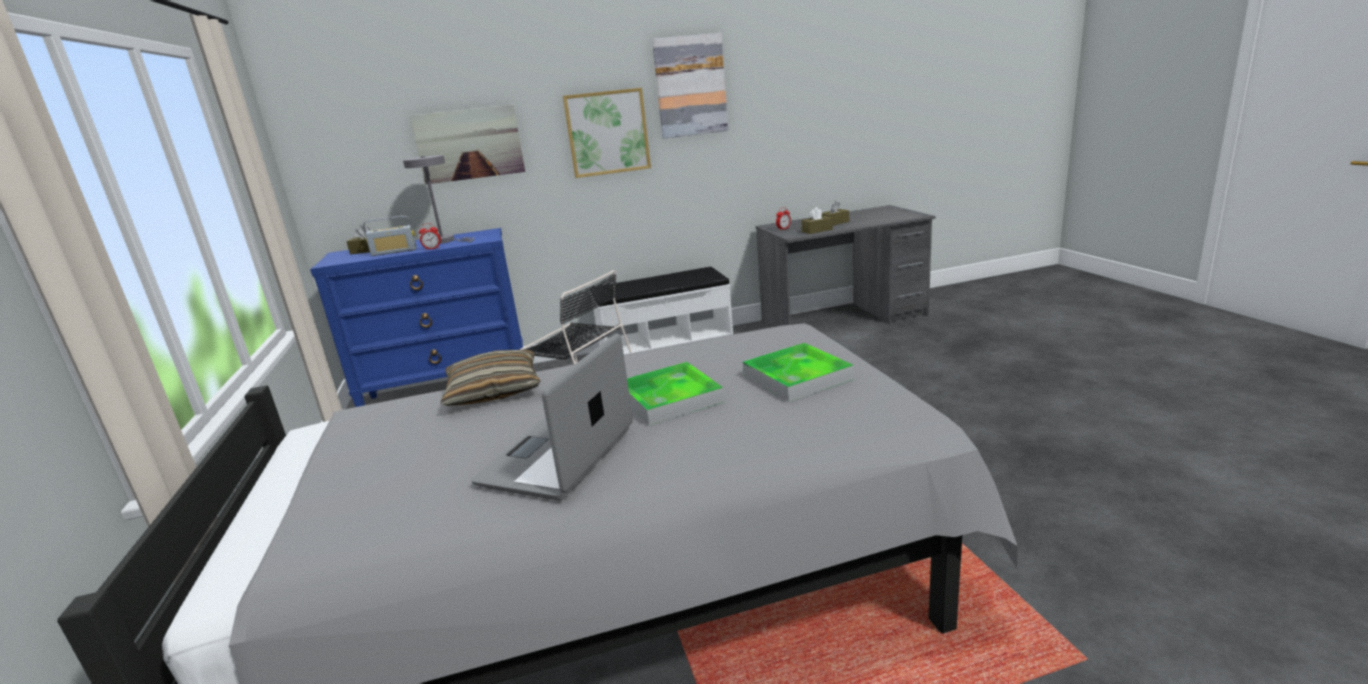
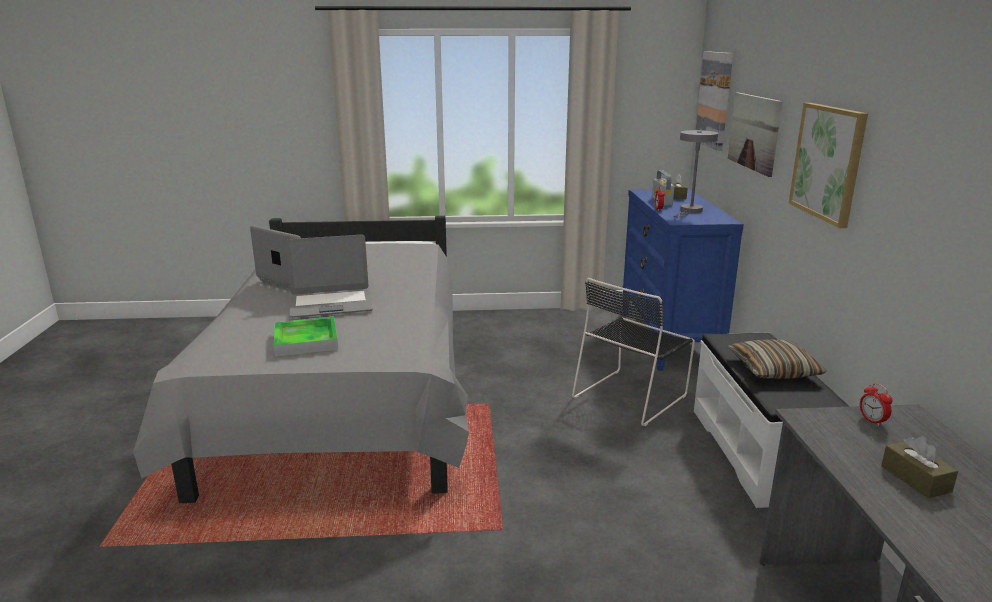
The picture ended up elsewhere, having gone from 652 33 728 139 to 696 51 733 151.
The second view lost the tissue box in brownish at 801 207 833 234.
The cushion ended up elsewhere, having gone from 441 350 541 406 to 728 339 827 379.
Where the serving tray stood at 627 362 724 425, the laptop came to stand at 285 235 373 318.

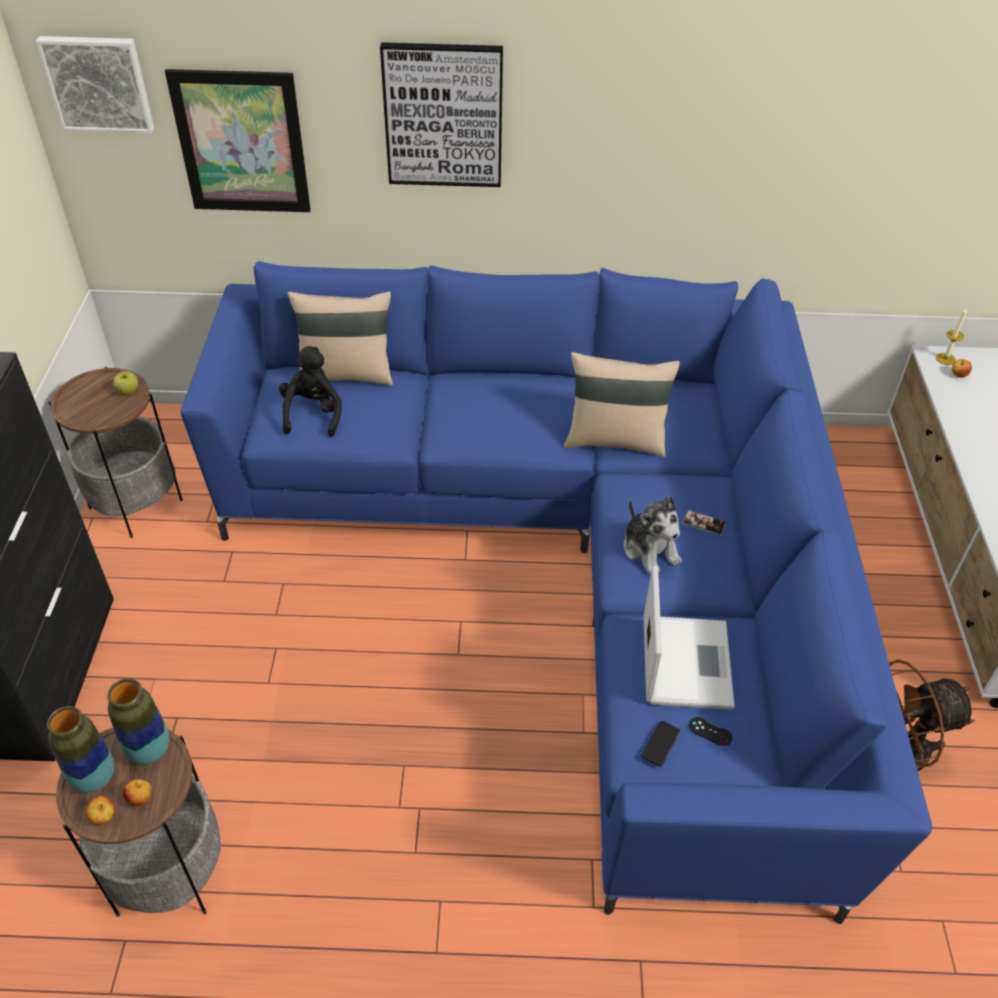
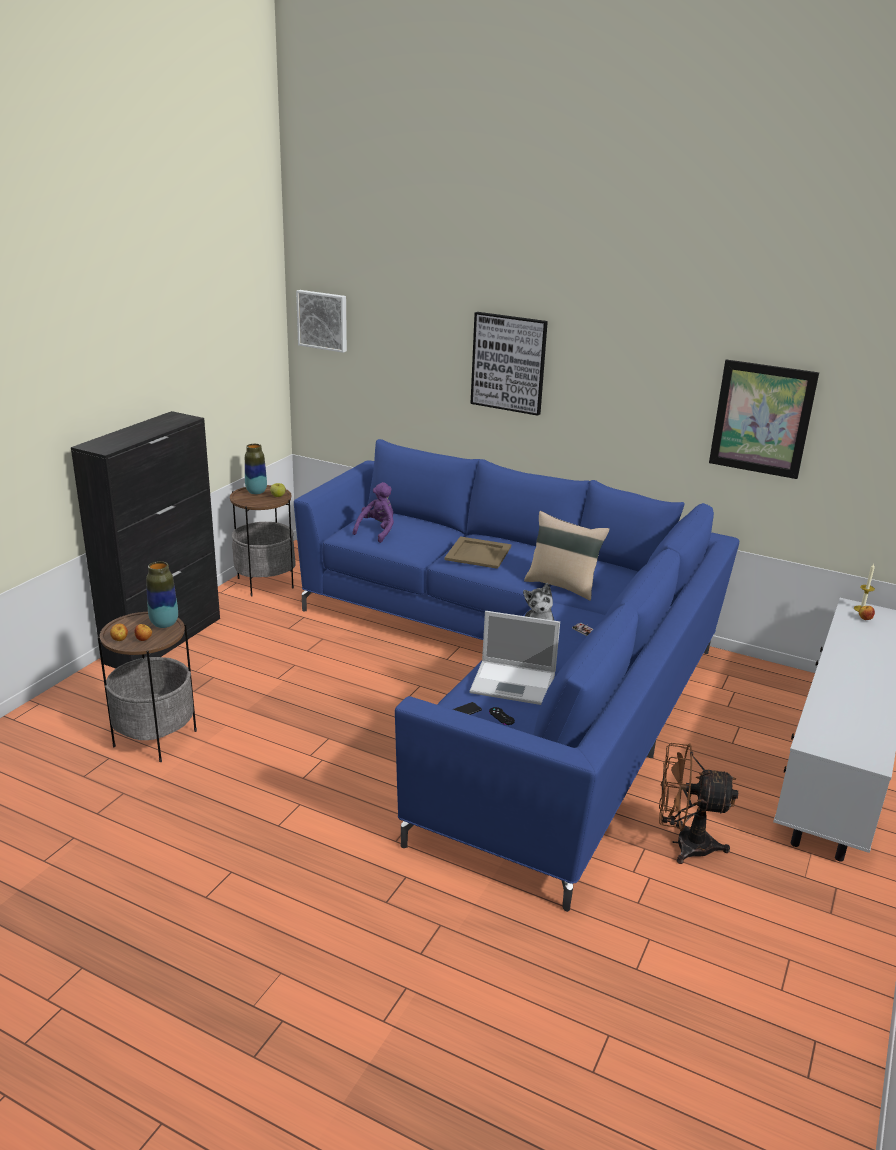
The picture ended up elsewhere, having gone from 165 69 311 212 to 709 359 819 479.
The second view lost the cushion in sand-coloured at 288 291 393 386.
What was the plush toy in blackish at 279 346 342 437 turned into the plush toy in purplish at 353 482 394 543.
The laptop at 643 566 735 710 ended up facing another way, 75 degrees clockwise from before.
The vase ended up elsewhere, having gone from 47 706 114 793 to 245 444 267 494.
The second view gained the serving tray in sand-coloured at 444 537 511 569.

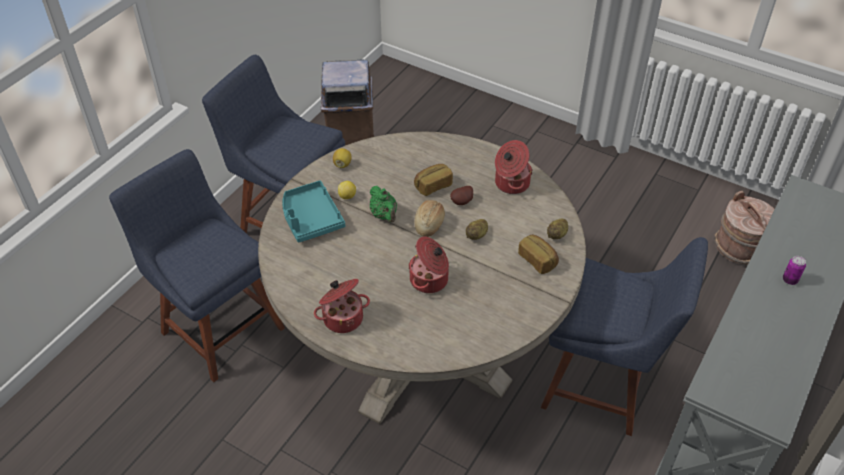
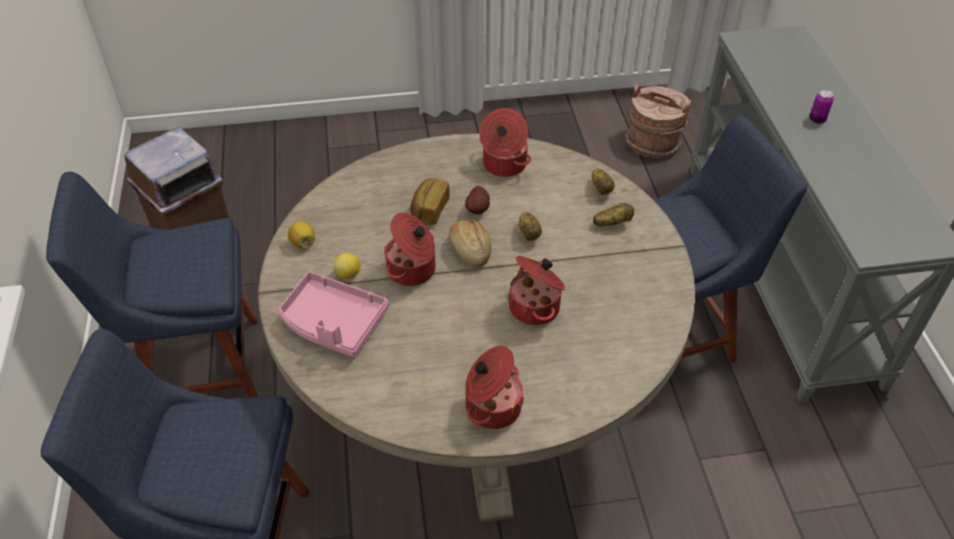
What was the serving tray in turquoise-coloured at 282 180 345 243 turned into the serving tray in pink at 278 271 389 357.
Where the pot for tea in green stood at 370 186 397 222, the cooking pot came to stand at 385 213 436 286.
Where the bakery bread stood at 518 235 559 274, the potato came to stand at 593 203 634 227.

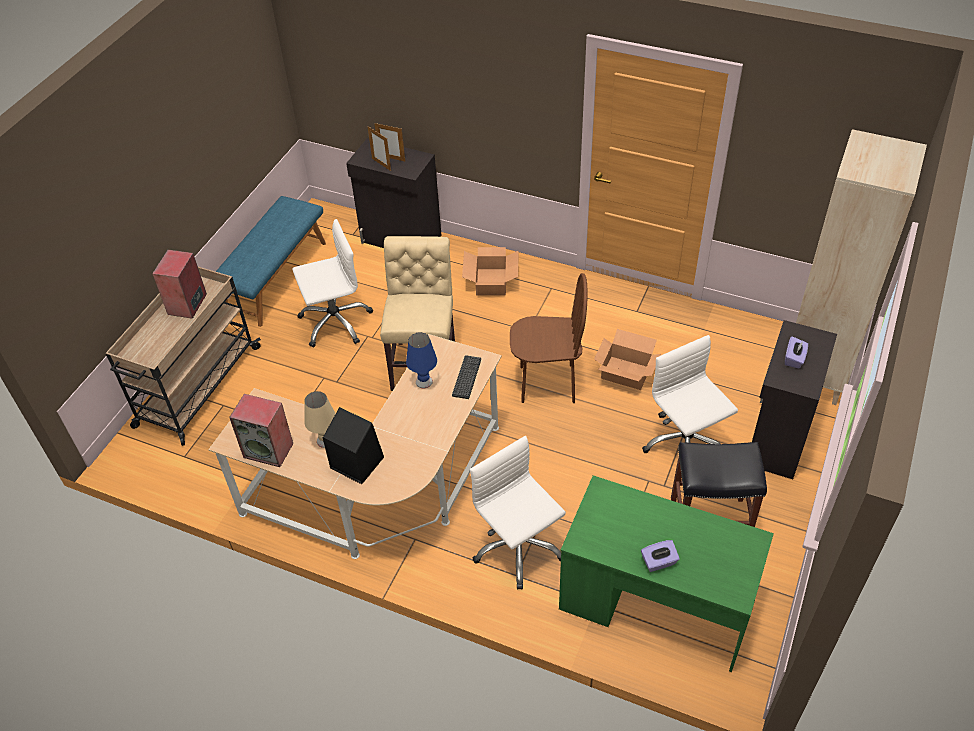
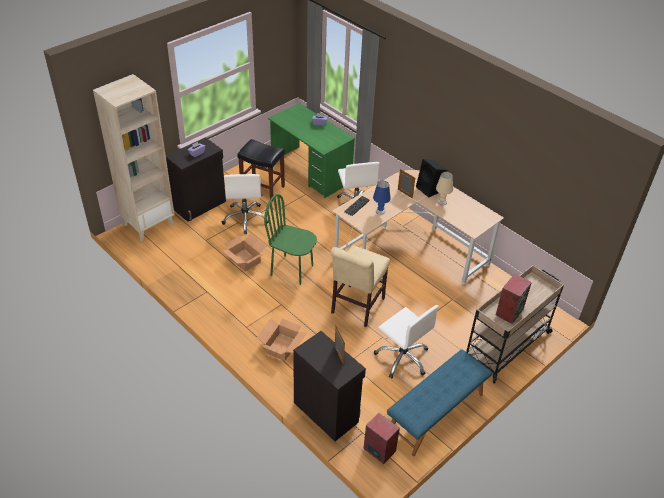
The photo frame ended up elsewhere, having gone from 374 123 405 161 to 398 169 415 199.
The office chair in white-coloured at 292 219 373 348 ended up facing another way, 135 degrees counterclockwise from before.
What was the chair in brownish at 510 273 588 403 turned into the chair in green at 264 194 317 285.
The audio speaker ended up elsewhere, having gone from 229 394 293 467 to 363 413 400 464.

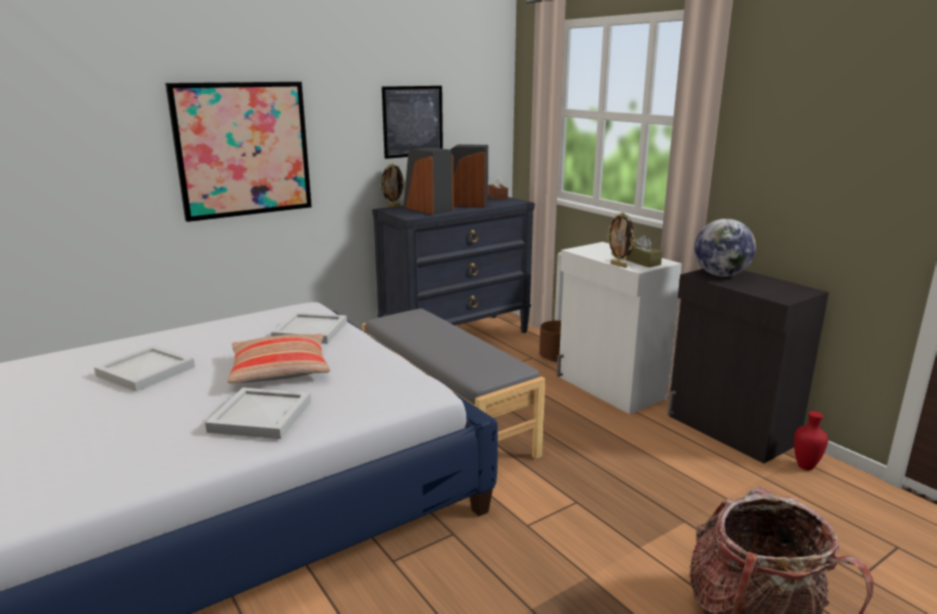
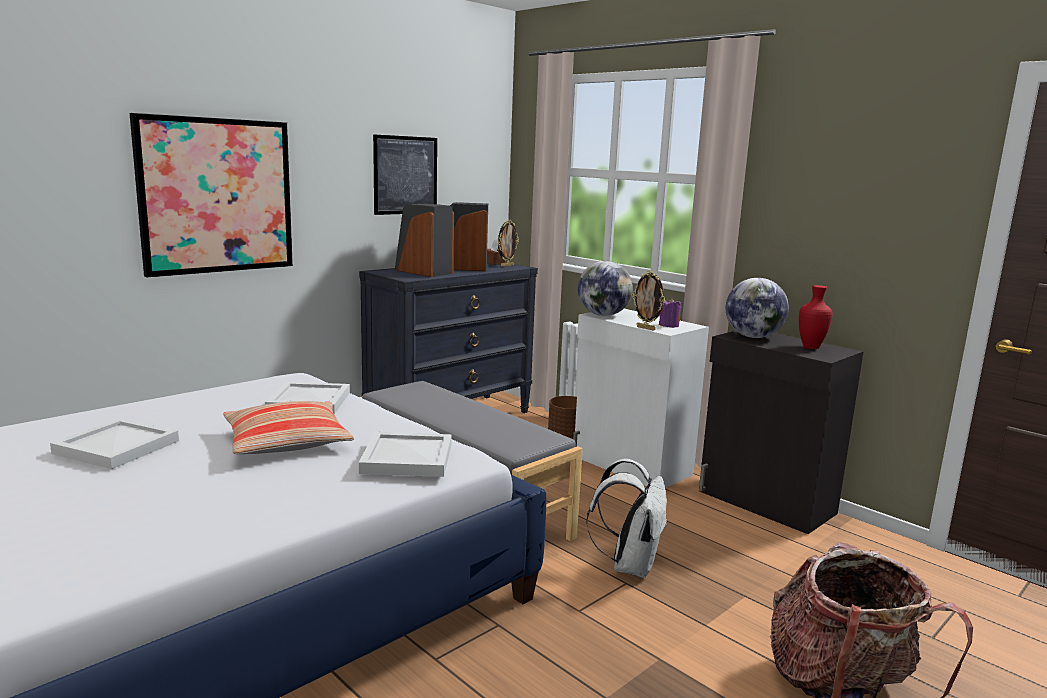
The photo frame ended up elsewhere, having gone from 381 163 405 208 to 498 220 519 267.
Where the tissue box in brownish stood at 625 235 662 267, the wax candle in purplish came to stand at 659 298 681 328.
The serving tray in white-coloured ended up elsewhere, having gone from 205 388 311 439 to 359 432 452 477.
The vase in reddish ended up elsewhere, having gone from 794 411 828 470 to 799 285 833 349.
The second view gained the globe at 578 261 633 316.
The second view gained the knapsack in white-coloured at 586 459 667 578.

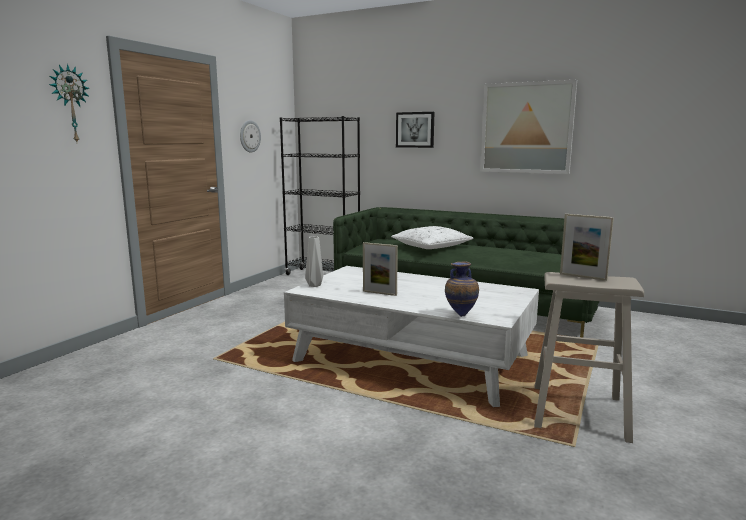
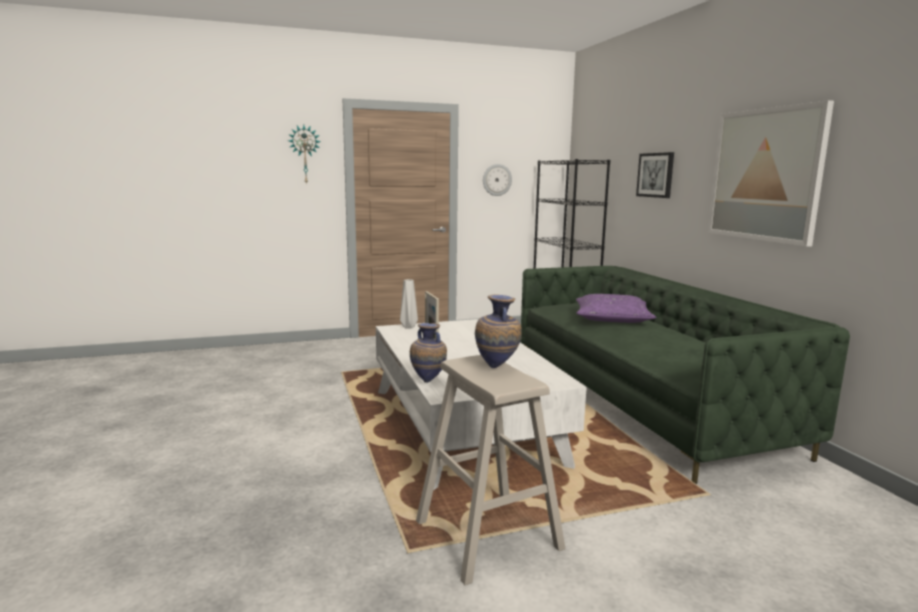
Where the photo frame stood at 560 214 614 281, the vase came to stand at 475 294 522 368.
What was the cushion in white-coloured at 391 226 473 249 turned into the cushion in purplish at 576 294 656 323.

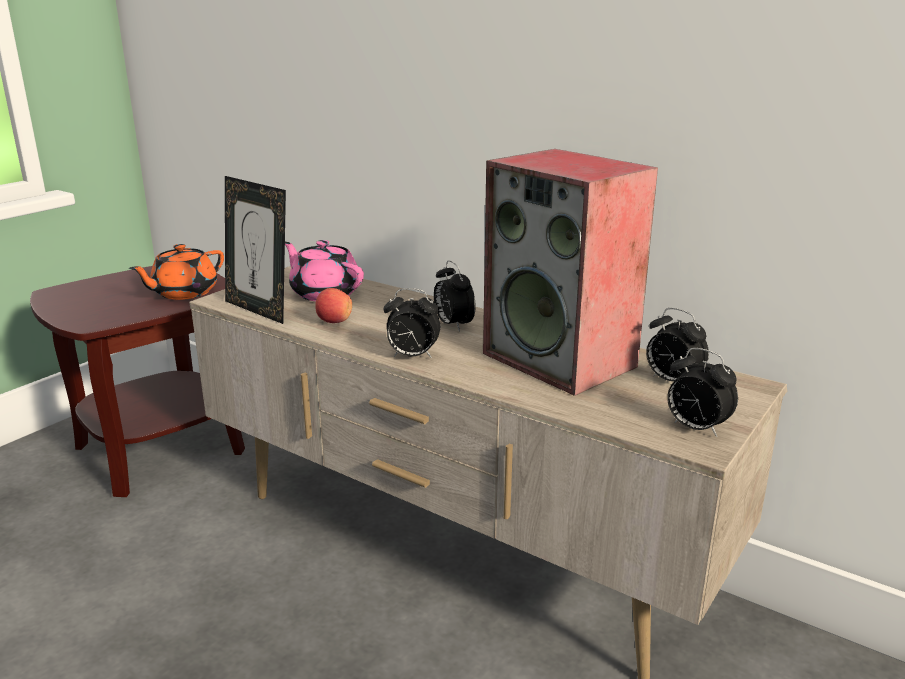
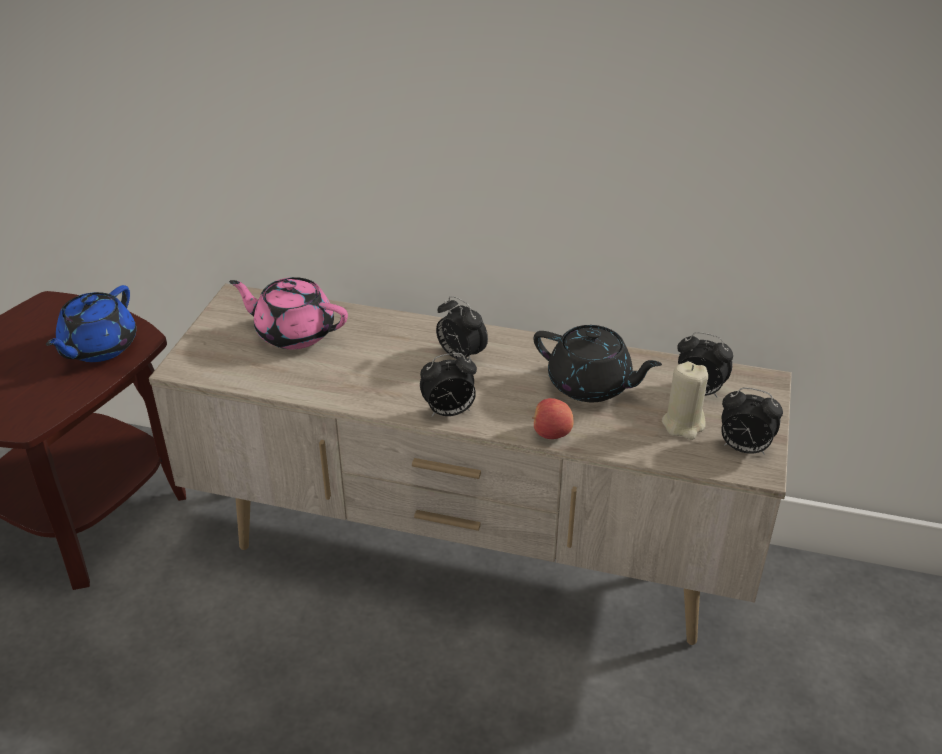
Where the audio speaker stood at 483 149 658 396, the pot for tea in blackish came to stand at 534 325 662 402.
The second view lost the photo frame at 225 176 286 324.
What was the pot for tea in orange at 129 244 224 300 turned into the pot for tea in blue-coloured at 46 285 136 362.
The whole apple ended up elsewhere, having gone from 315 288 352 323 to 532 398 573 439.
The second view gained the wax candle in sand-coloured at 662 362 708 440.

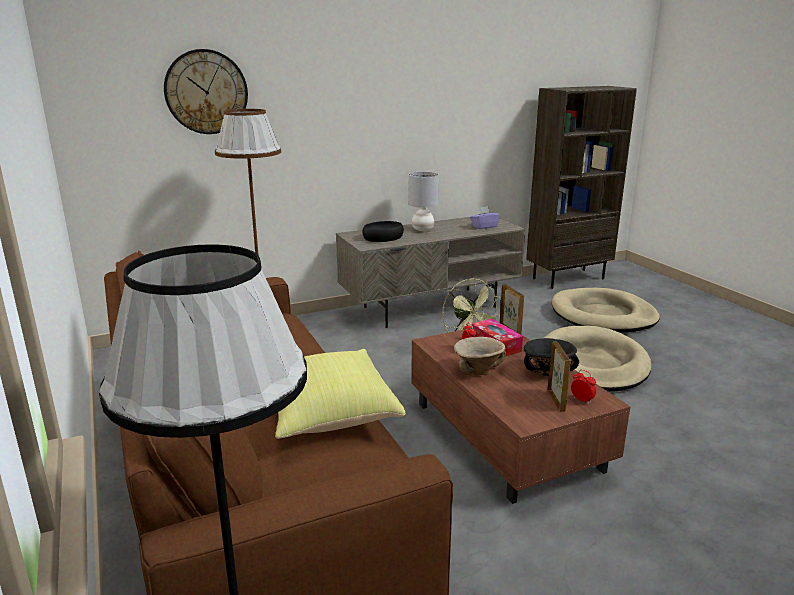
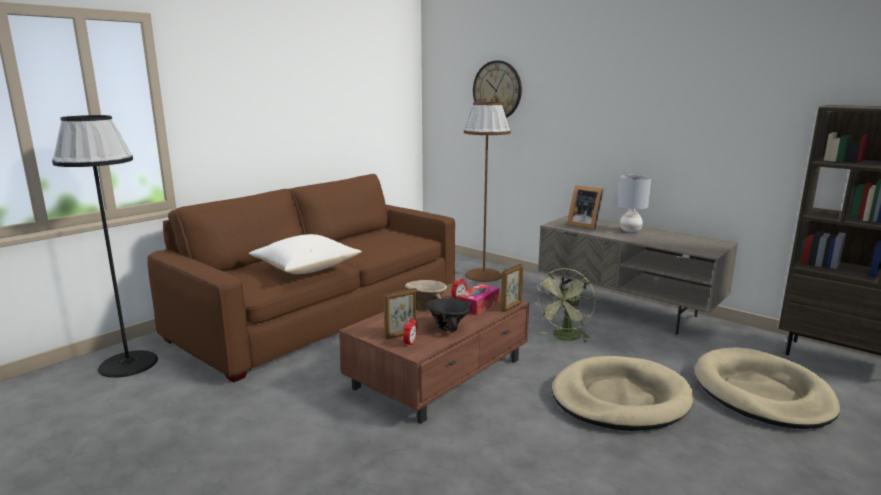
The second view lost the tissue box in purplish at 470 206 500 229.
Where the deep dish in blackish stood at 363 221 404 242, the photo frame came to stand at 567 185 604 229.
What was the cushion in yellow at 275 349 405 439 turned into the cushion in white-coloured at 249 234 362 274.

